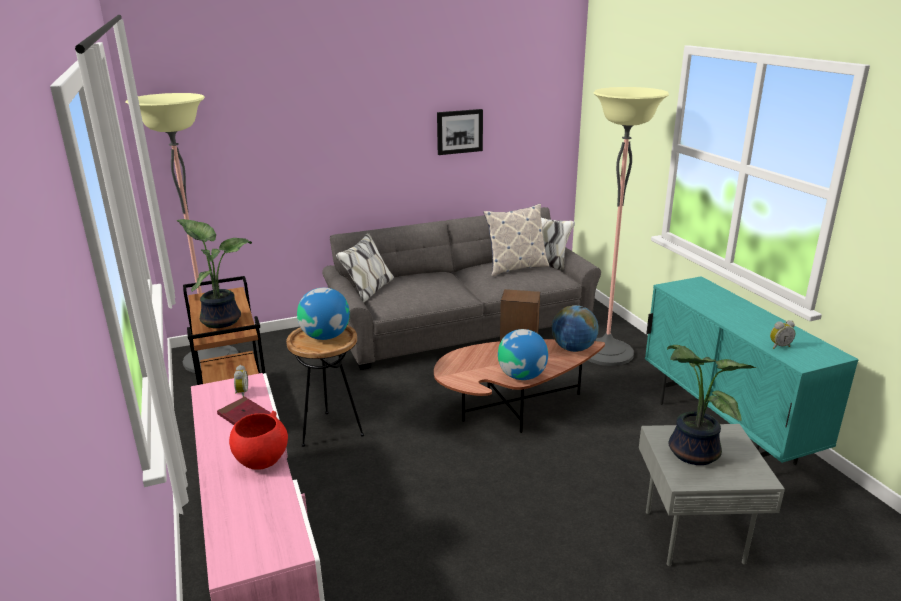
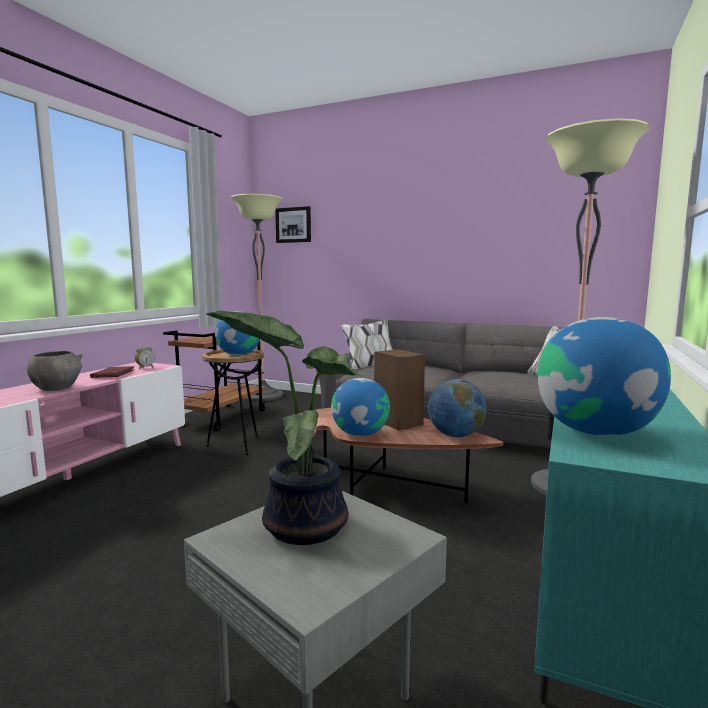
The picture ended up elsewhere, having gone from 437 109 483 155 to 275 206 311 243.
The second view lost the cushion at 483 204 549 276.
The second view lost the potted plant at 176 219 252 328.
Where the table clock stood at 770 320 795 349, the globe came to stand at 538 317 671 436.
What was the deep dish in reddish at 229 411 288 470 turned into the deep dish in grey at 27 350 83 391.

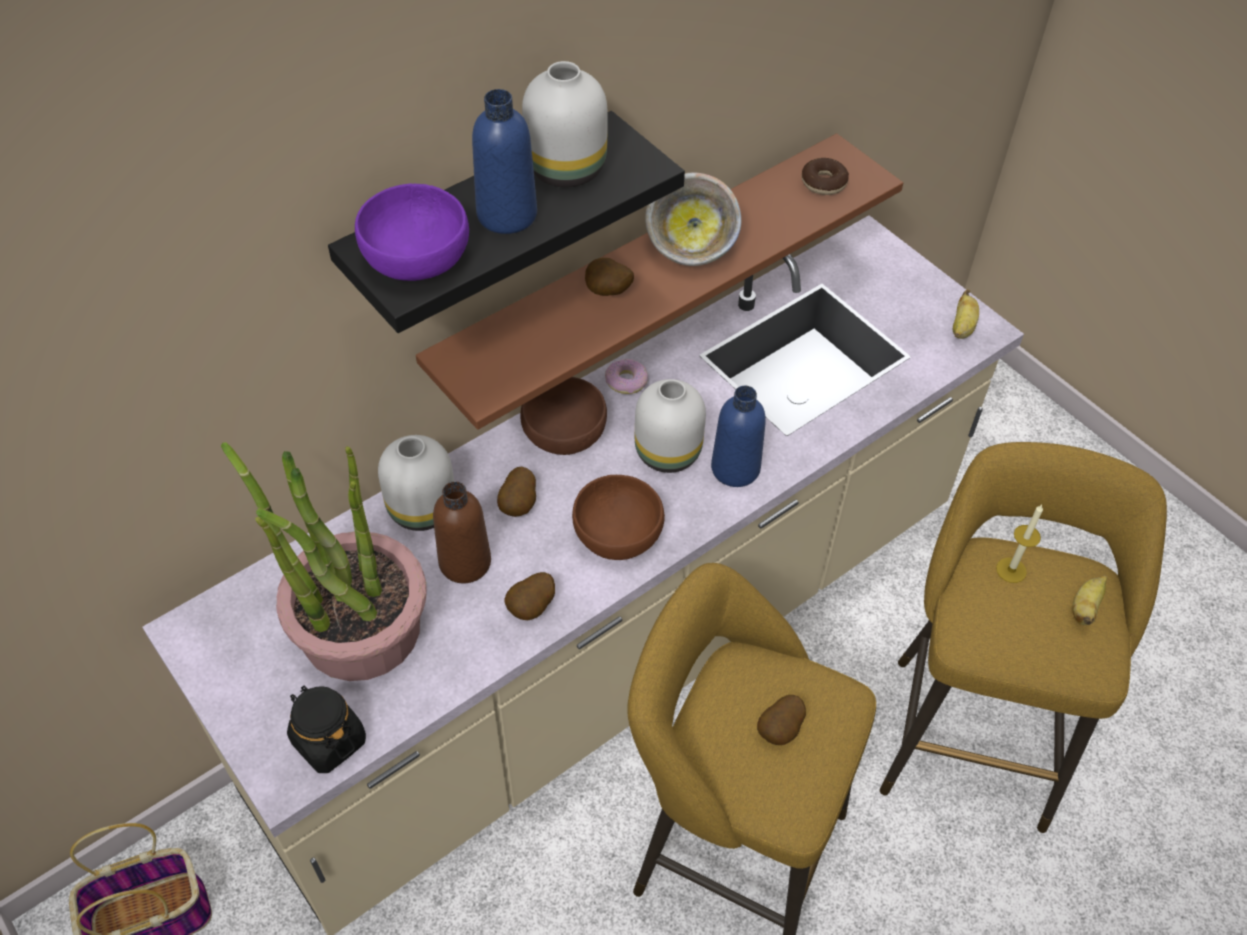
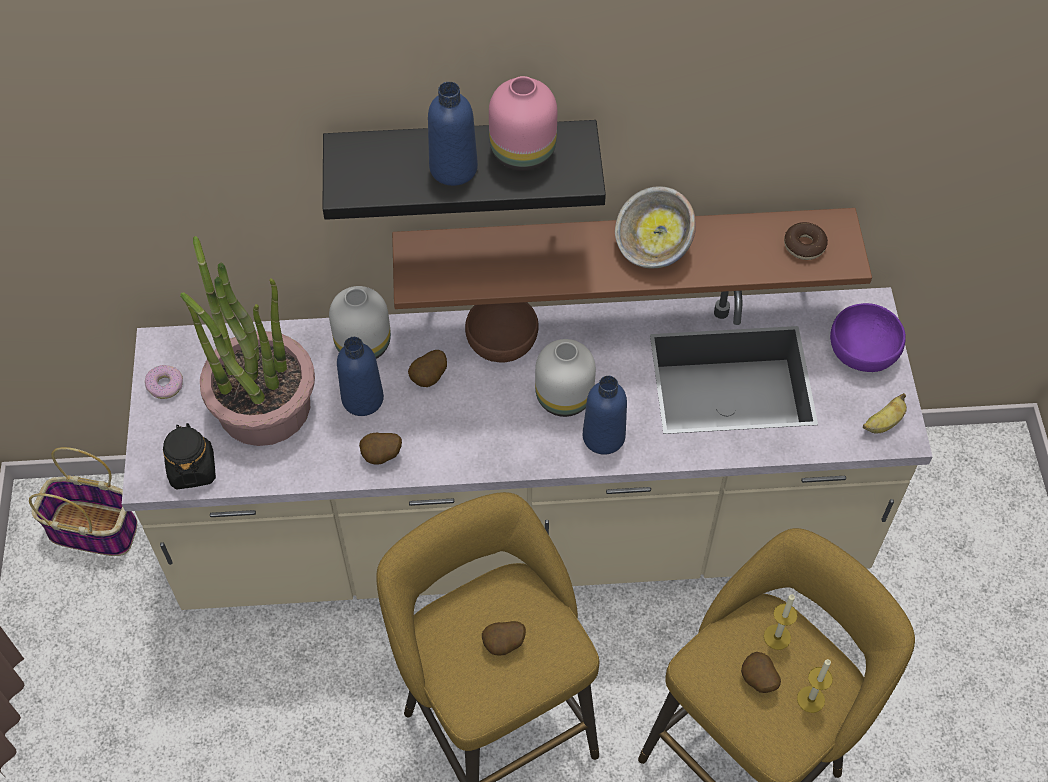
What was the vase in white-coloured at 522 61 608 187 turned into the vase in pink at 489 76 557 171.
The deep dish in purplish ended up elsewhere, having gone from 355 183 469 281 to 830 303 906 372.
The potato ended up elsewhere, having gone from 585 258 634 296 to 741 652 781 693.
The donut ended up elsewhere, having gone from 605 359 648 394 to 145 365 183 399.
The second view lost the deep dish in brownish at 572 475 665 560.
What was the beverage bottle in brownish at 433 481 491 583 turned into the beverage bottle in blue-coloured at 337 337 384 416.
Where the banana stood at 1073 575 1108 625, the wax candle came to stand at 797 659 833 713.

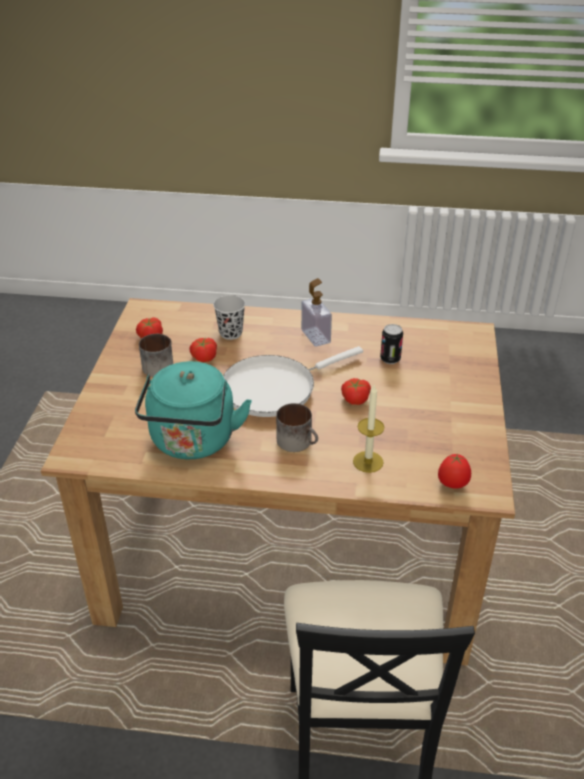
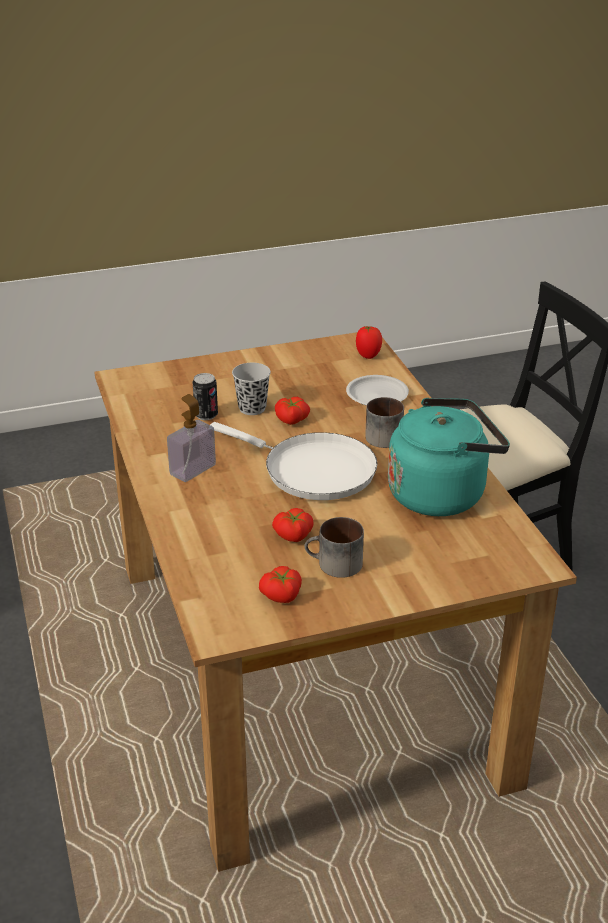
The drinking cup in blackish ended up elsewhere, having gone from 213 295 245 340 to 232 363 271 415.
Where the wax candle stood at 353 384 384 473, the flat dish in white-coloured came to stand at 346 375 409 406.

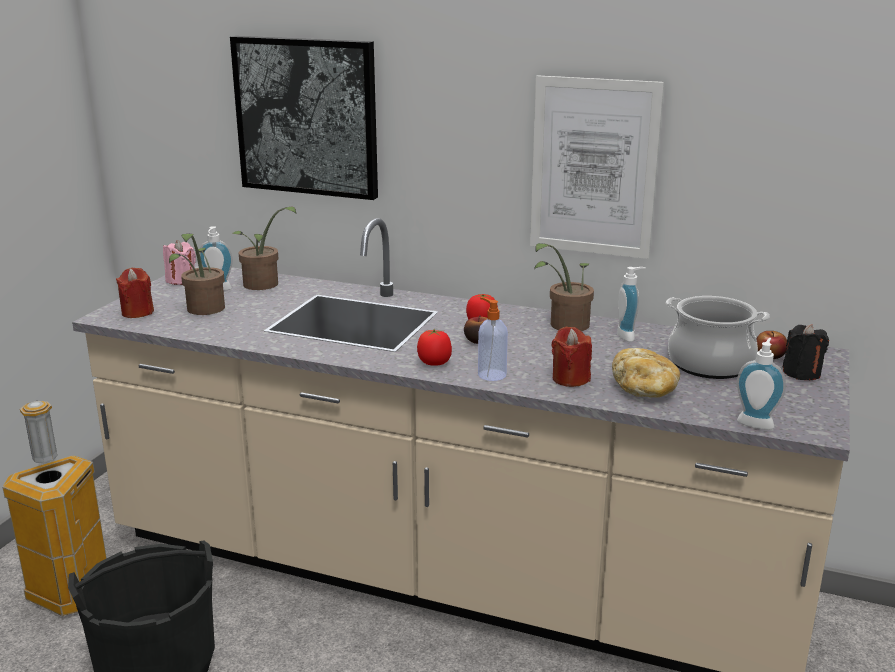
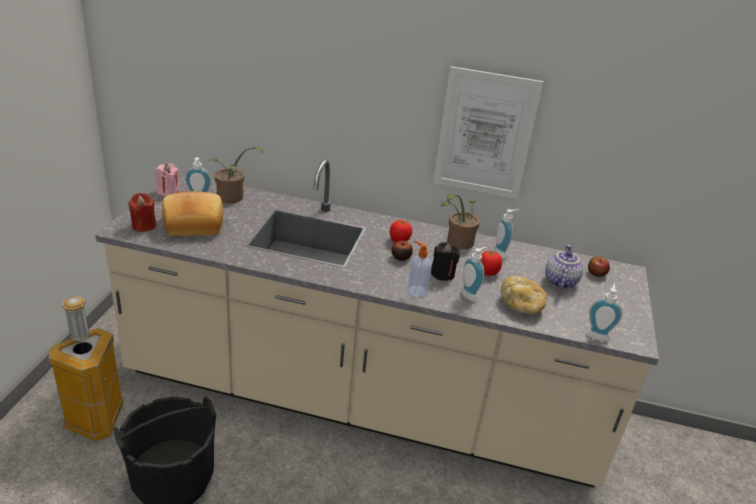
The second view lost the picture at 230 36 378 200.
Where the potted plant stood at 169 233 225 315, the bakery bread came to stand at 162 191 223 236.
Where the cooking pot stood at 666 296 770 379, the pot for tea came to stand at 545 245 583 288.
The wax candle in blackish ended up elsewhere, having gone from 782 324 829 380 to 431 242 460 281.
Where the wax candle in reddish stood at 552 327 592 387, the soap bottle came to stand at 461 247 487 302.
The whole tomato ended up elsewhere, having gone from 417 329 452 366 to 481 249 502 276.

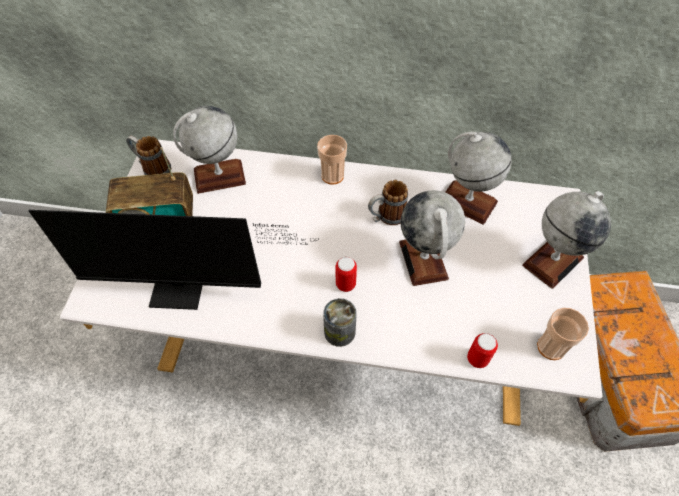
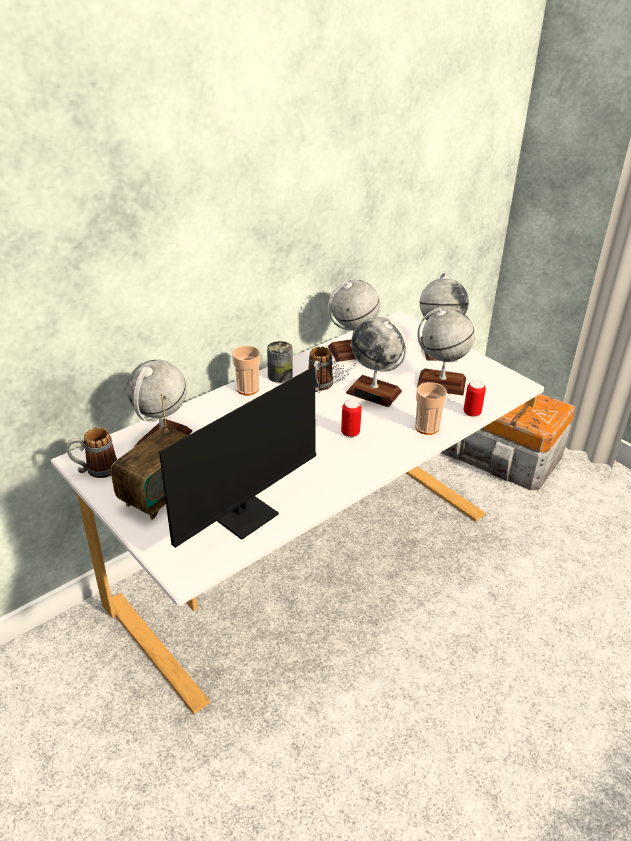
The sealed can ended up elsewhere, having gone from 323 298 357 347 to 267 341 293 383.
The drinking cup ended up elsewhere, having gone from 537 308 589 360 to 415 382 447 435.
The second view gained the globe at 417 308 475 395.

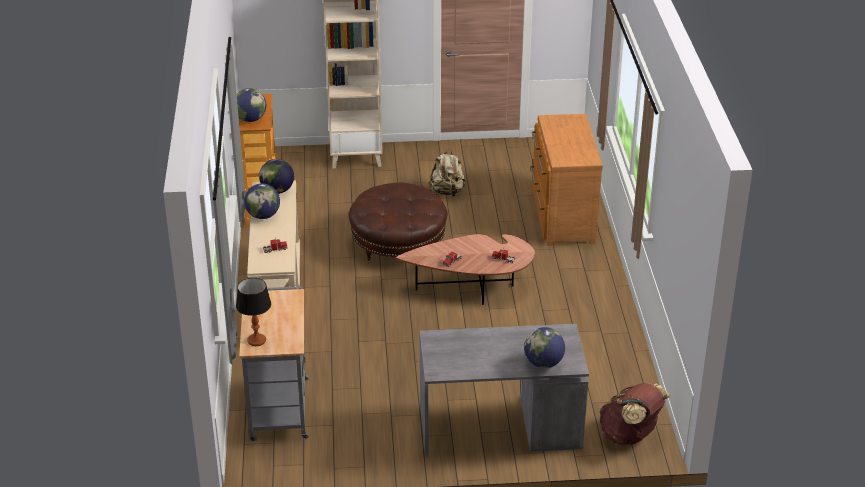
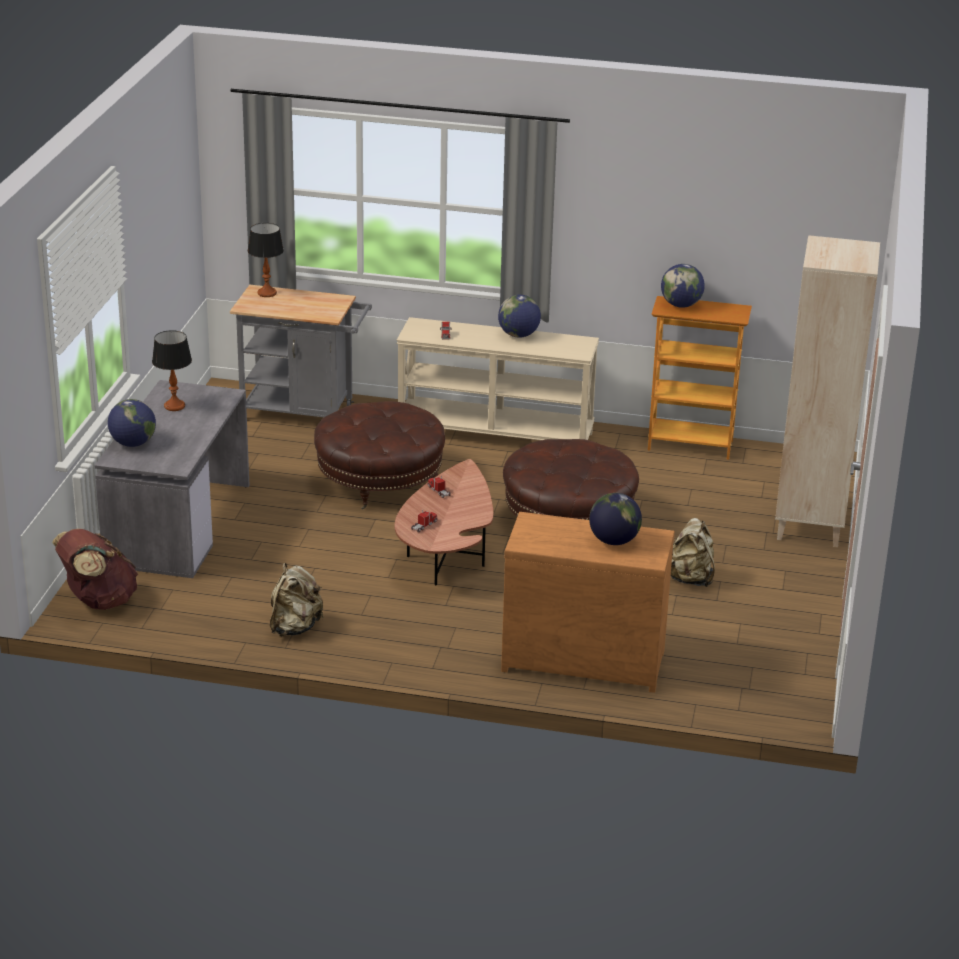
The globe ended up elsewhere, having gone from 259 159 294 194 to 589 493 642 545.
The second view gained the table lamp at 152 330 192 411.
The second view gained the ottoman in brownish at 314 401 445 510.
The second view gained the knapsack in sand-coloured at 270 563 324 636.

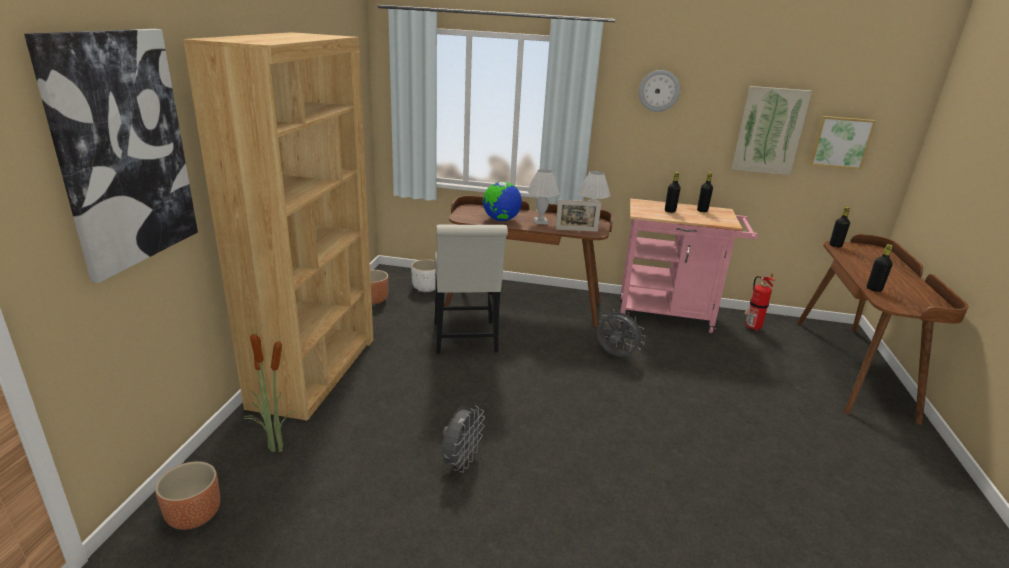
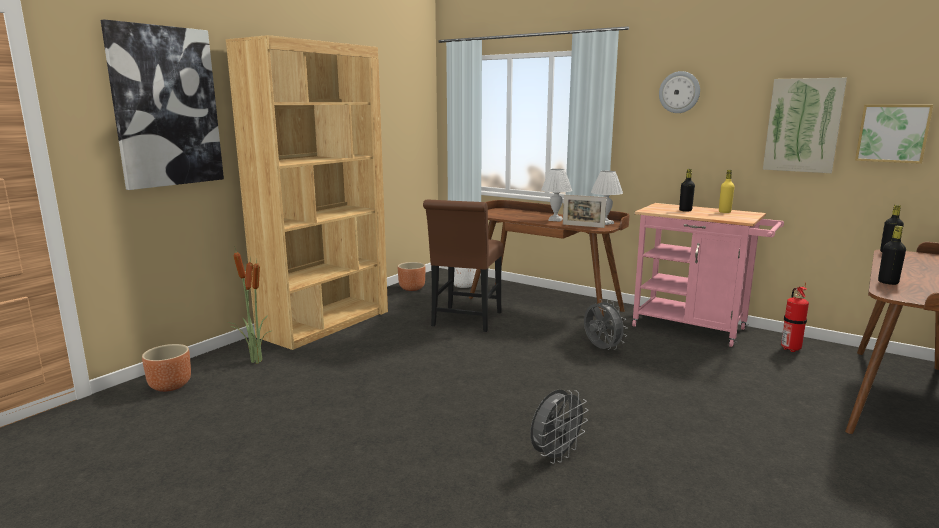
What was the beverage bottle in blackish at 697 172 713 212 turned into the beverage bottle in yellow at 719 170 735 213.
The second view lost the globe at 483 182 522 221.
What was the chair in white-coloured at 434 224 508 354 turned into the chair in brownish at 423 200 504 332.
The cooling fan in grey ended up elsewhere, having gone from 442 406 485 473 to 530 390 588 464.

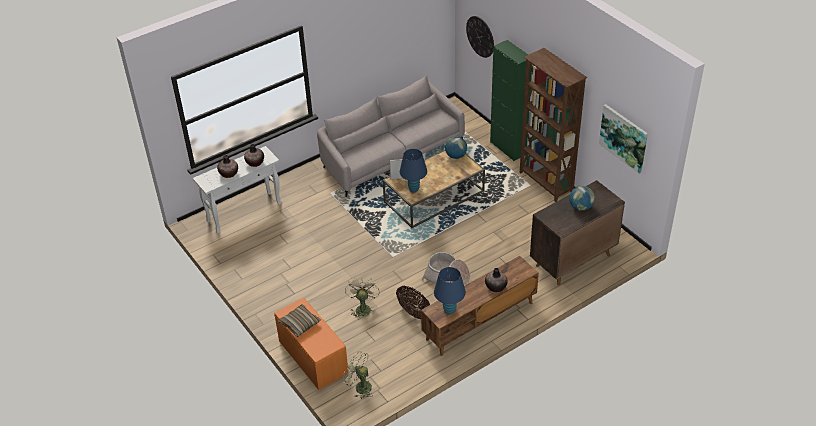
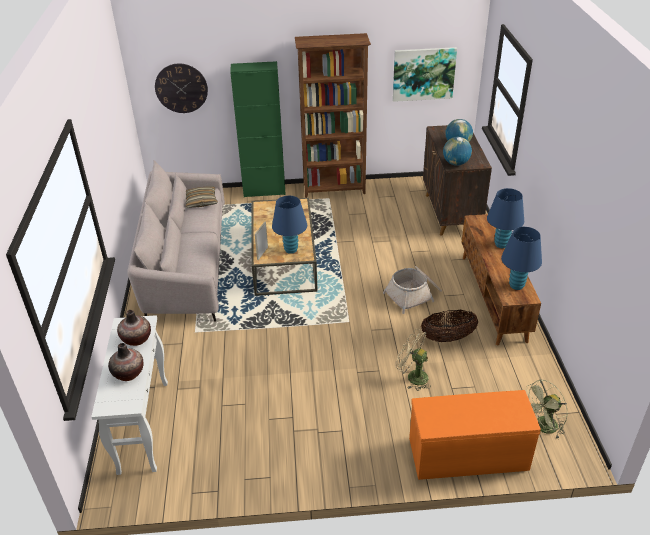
The globe ended up elsewhere, having gone from 445 136 467 159 to 443 137 472 166.
Where the vase stood at 485 268 508 292, the table lamp in blue-coloured came to stand at 487 188 524 248.
The cushion ended up elsewhere, having gone from 278 304 321 337 to 185 186 218 208.

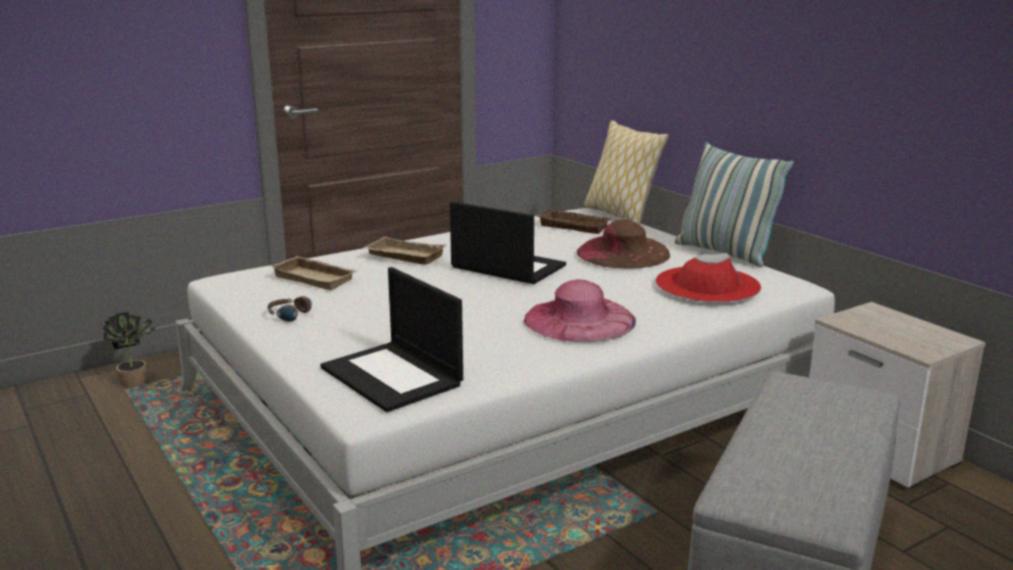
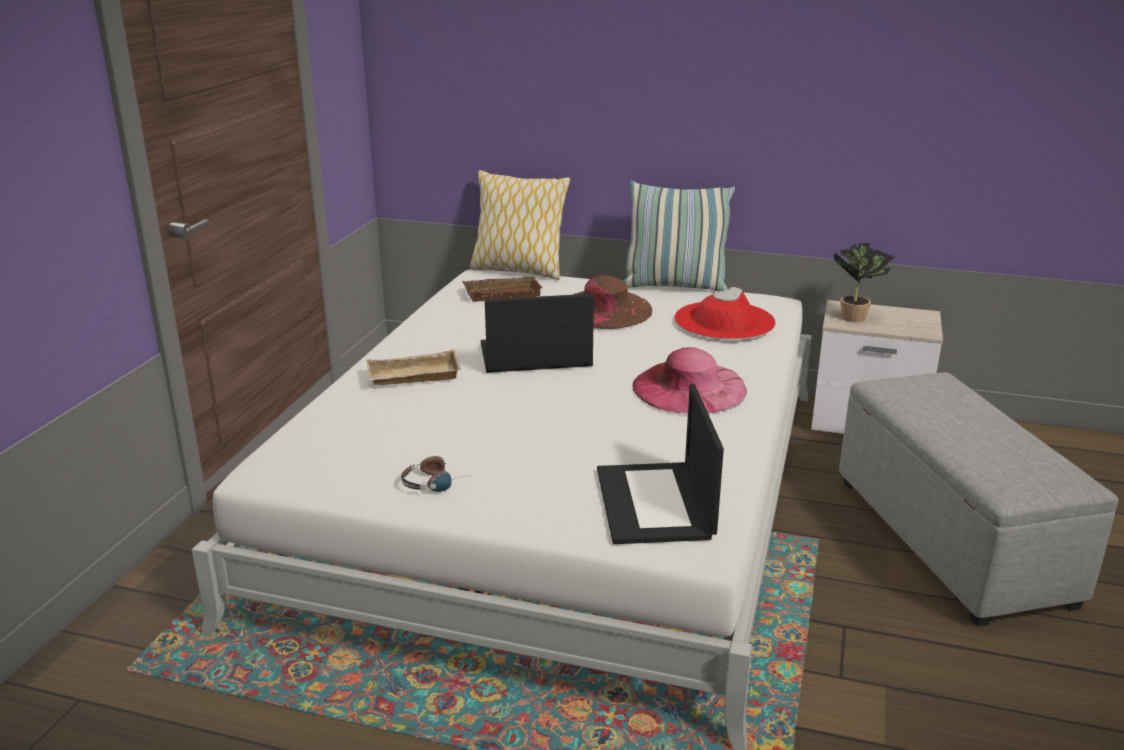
The second view lost the serving tray in sand-coloured at 270 256 357 290.
The laptop at 320 267 463 412 ended up facing another way, 75 degrees clockwise from before.
The potted plant ended up elsewhere, having gone from 102 312 160 387 to 834 243 895 322.

